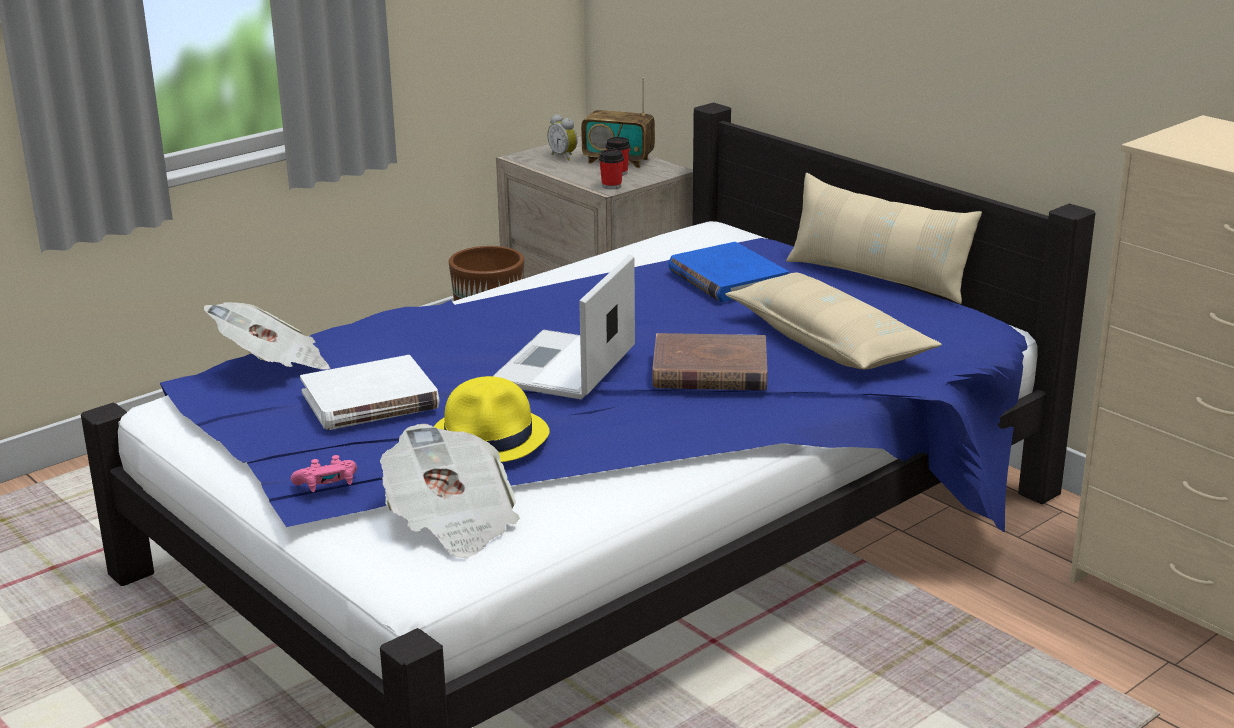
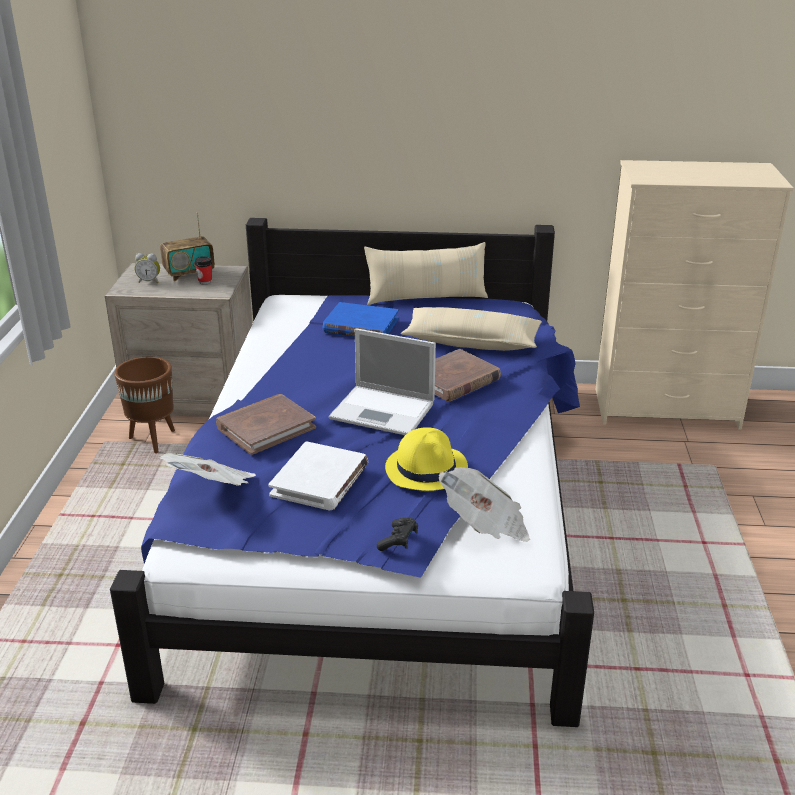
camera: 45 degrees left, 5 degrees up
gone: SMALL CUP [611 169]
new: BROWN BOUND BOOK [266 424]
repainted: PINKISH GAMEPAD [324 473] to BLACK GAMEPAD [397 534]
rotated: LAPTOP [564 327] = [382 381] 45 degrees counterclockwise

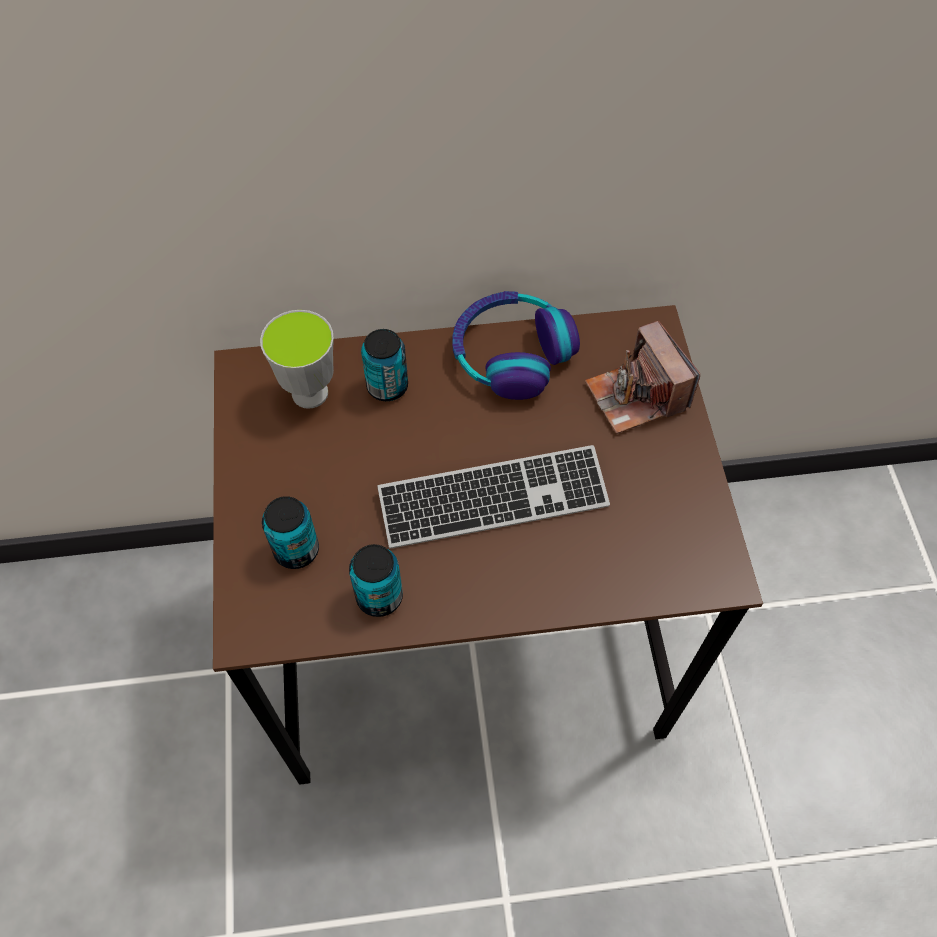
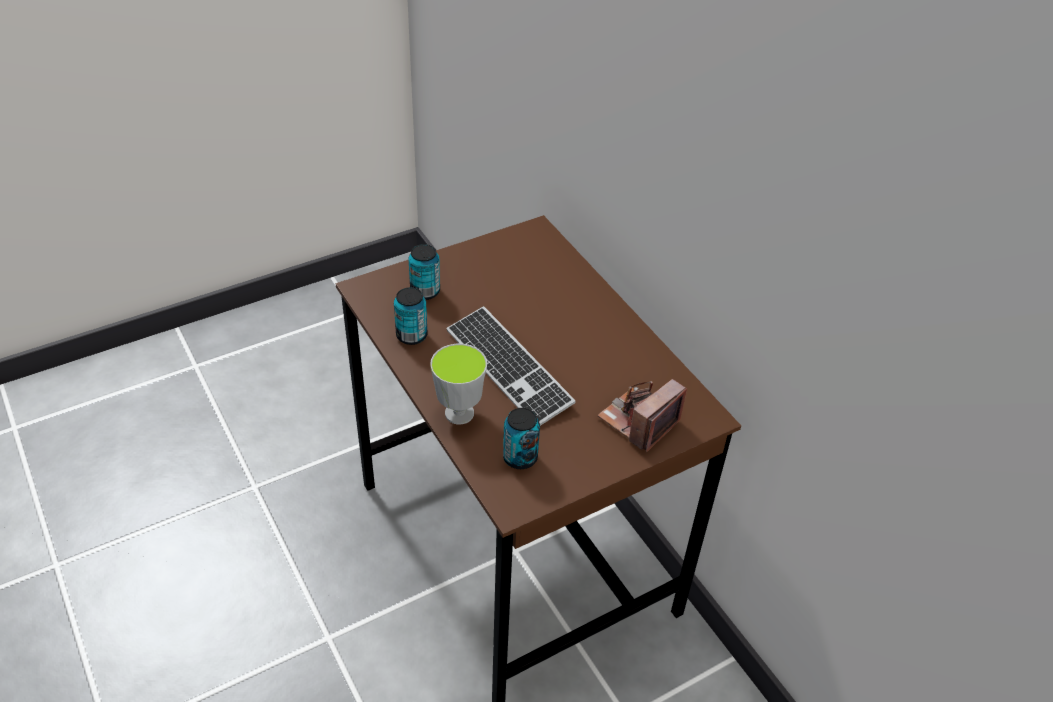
camera: 65 degrees right, 15 degrees down
gone: PAIR OF HEADPHONES [516 345]
shifted: SMALL CUP [297 359] to [458 384]; CAN [384 365] to [521 438]

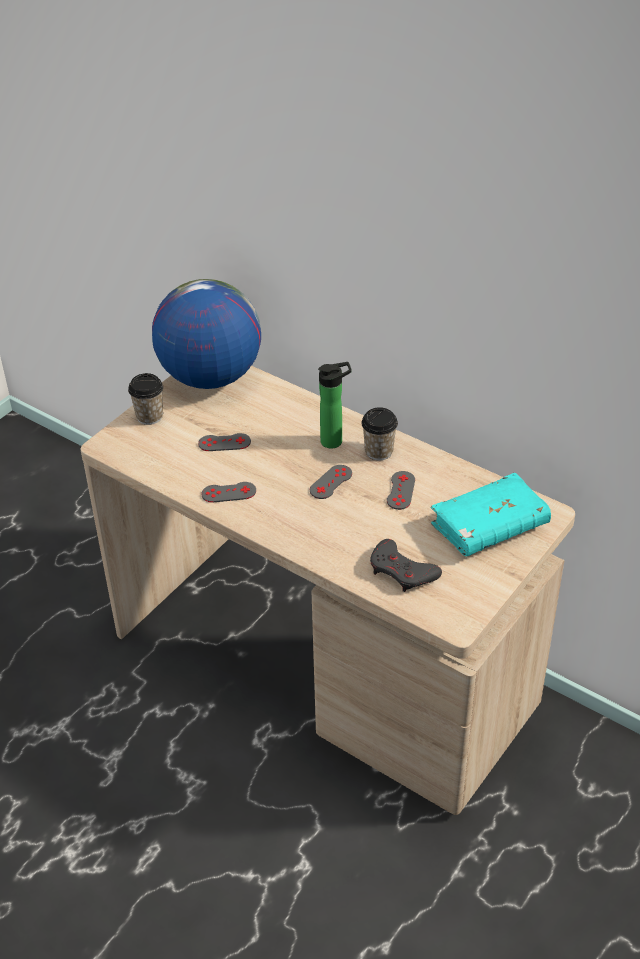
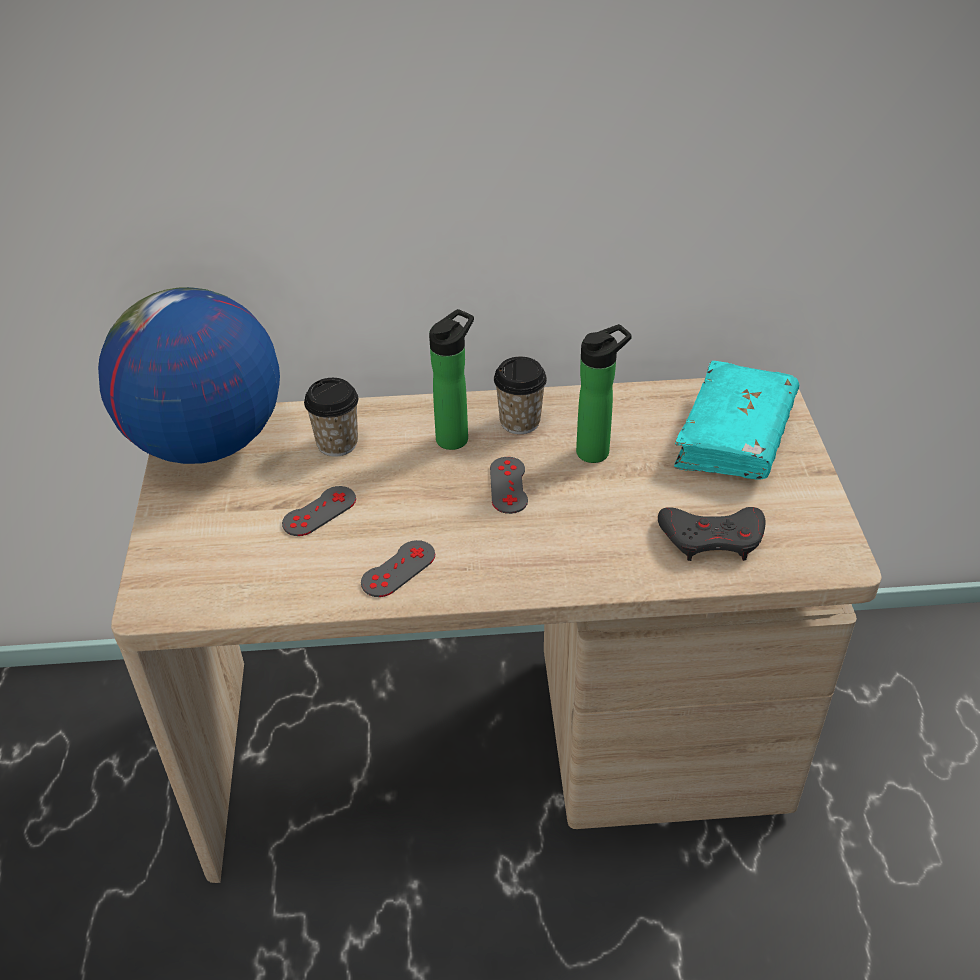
camera: 40 degrees left, 0 degrees up
shifted: SMALL CUP [145 399] to [331 417]
swapped: GREYISH GAMEPAD [401 490] to DRINK BOTTLE [604 393]

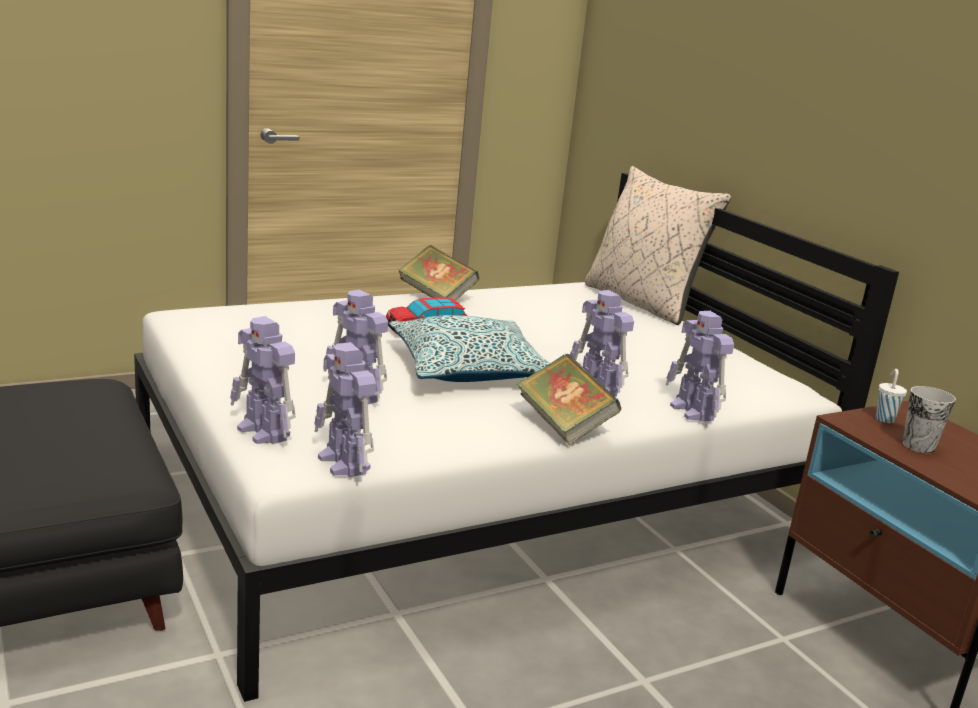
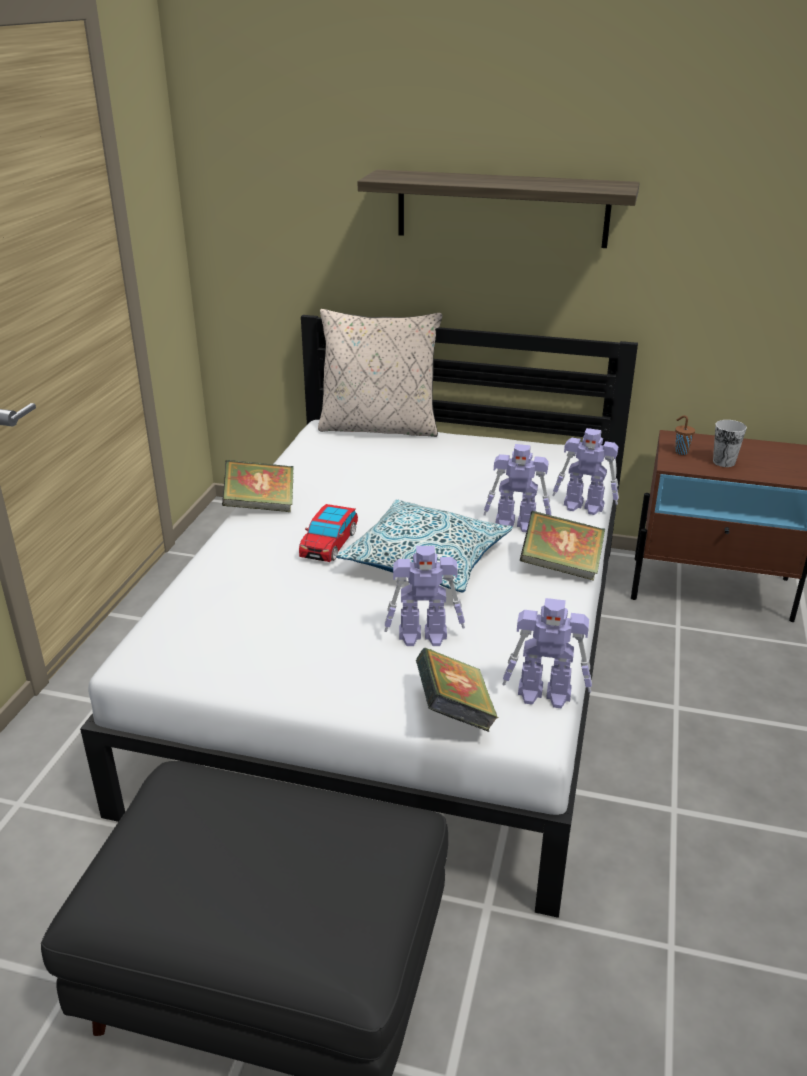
camera: 45 degrees left, 10 degrees up
new: BRACKET SHELF [499 209]
swapped: TOY ROBOT [263 380] to BOUND BOOK [457 690]
repainted: WHITISH SMALL CUP [891 396] to BROWN SMALL CUP [685 435]

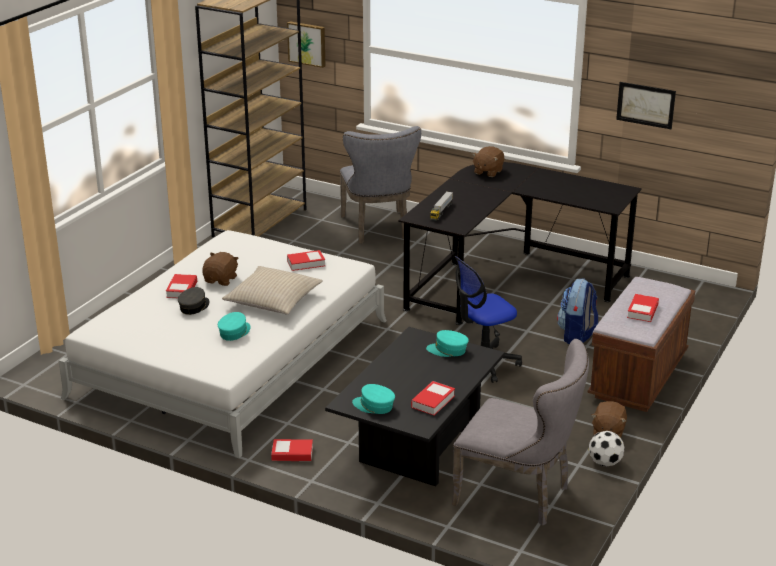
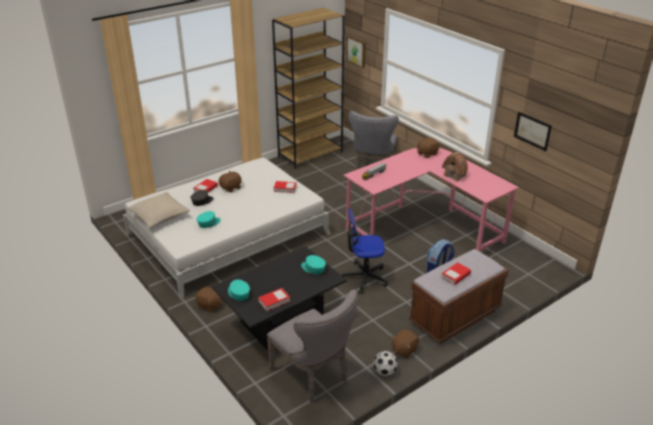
camera: 25 degrees right, 5 degrees up
new: TOY HOUSE [455 167]
shifted: SAND-COLOURED PILLOW [272 290] to [158 210]
swapped: BOUND BOOK [292 450] to BROWN SOFT TOY [208 299]
repainted: BLACK DESK TABLE [520 243] to PINKISH DESK TABLE [431 200]

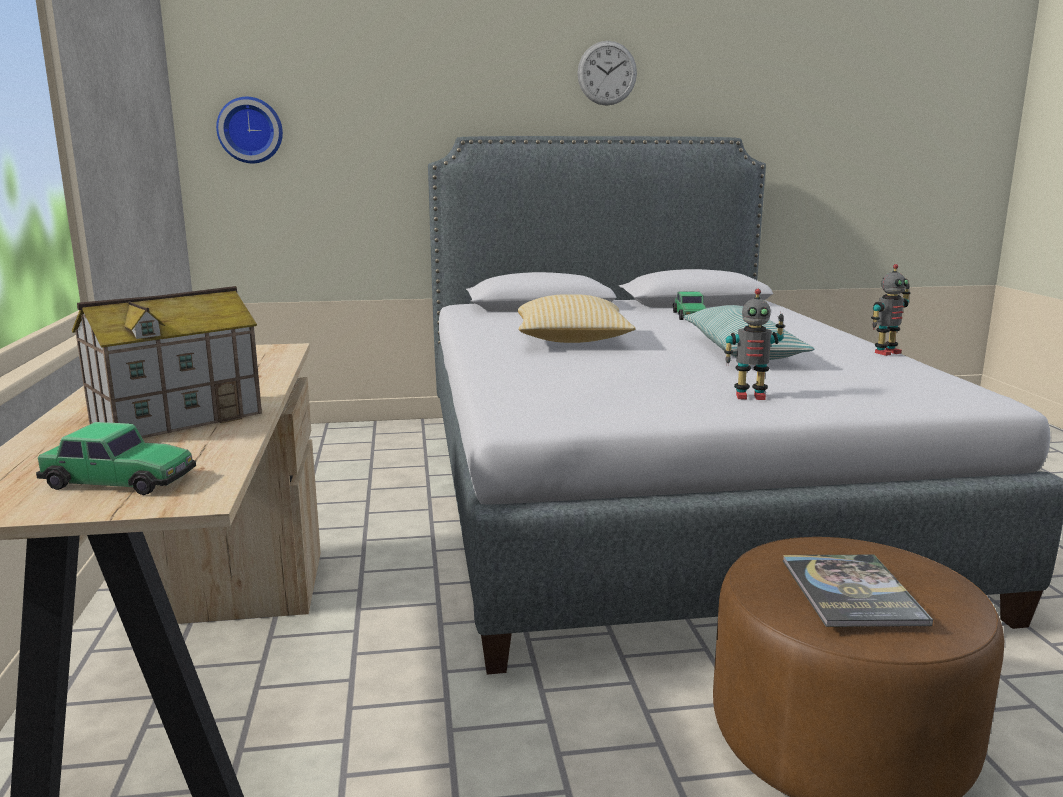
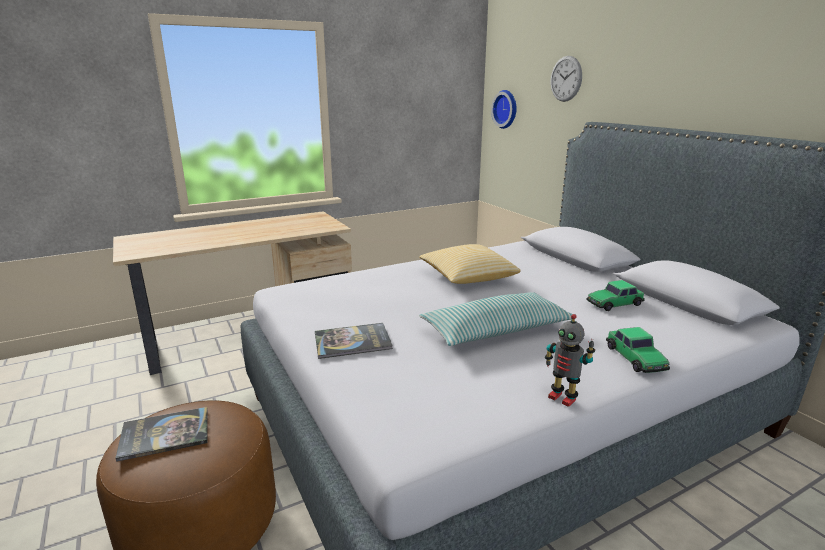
camera: 70 degrees right, 5 degrees up
gone: TOY HOUSE [167 362]
shifted: MINIATURE CAR [116 458] to [638 350]; CLOCK ON THE WALL [607 73] to [566 79]
swapped: TOY ROBOT [754 344] to BOUND BOOK [354 341]

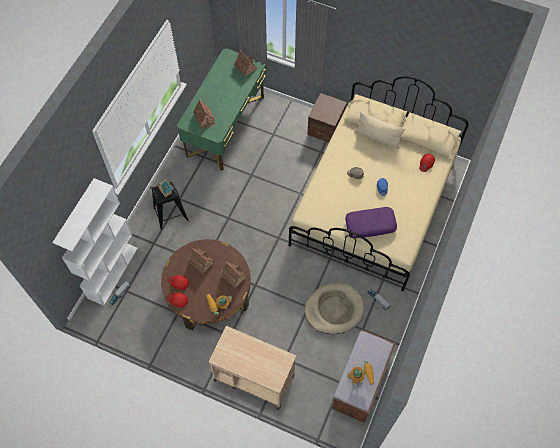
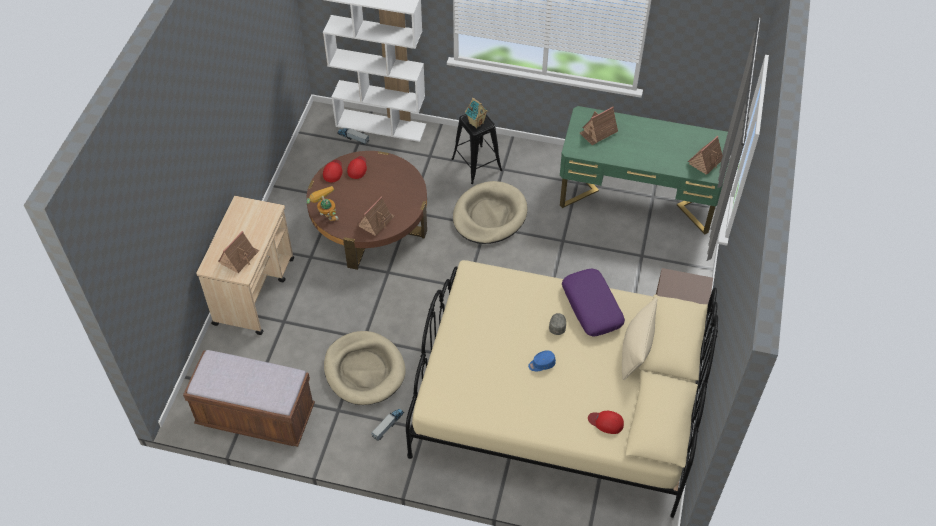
camera: 80 degrees right, 10 degrees down
gone: TOY ROBOT [360 373]
new: SAND-COLOURED DOG BED [490 212]
shifted: TOY HOUSE [200 260] to [238 252]; PURPLISH PILLOW [371 222] to [593 302]

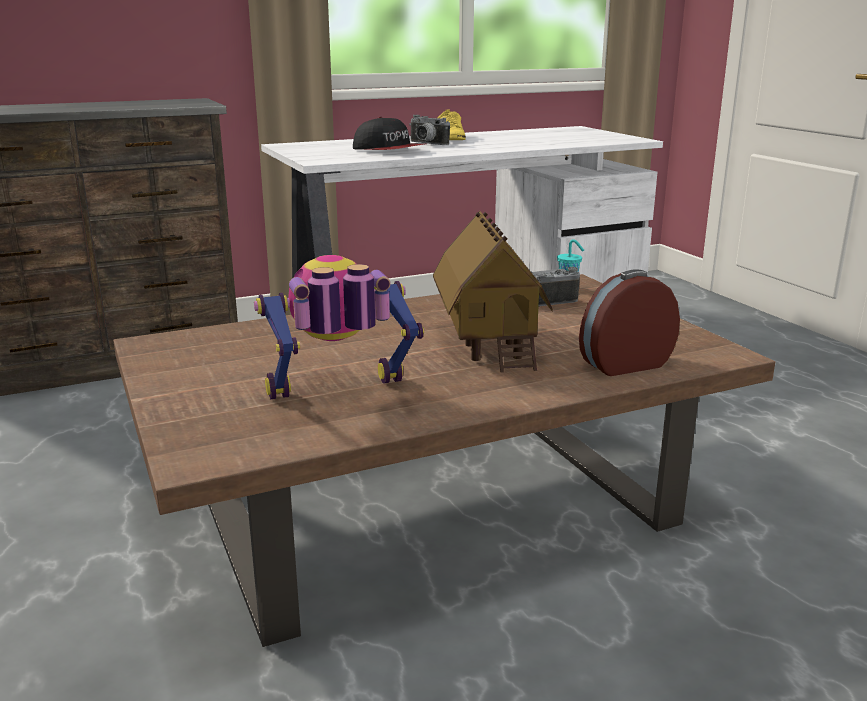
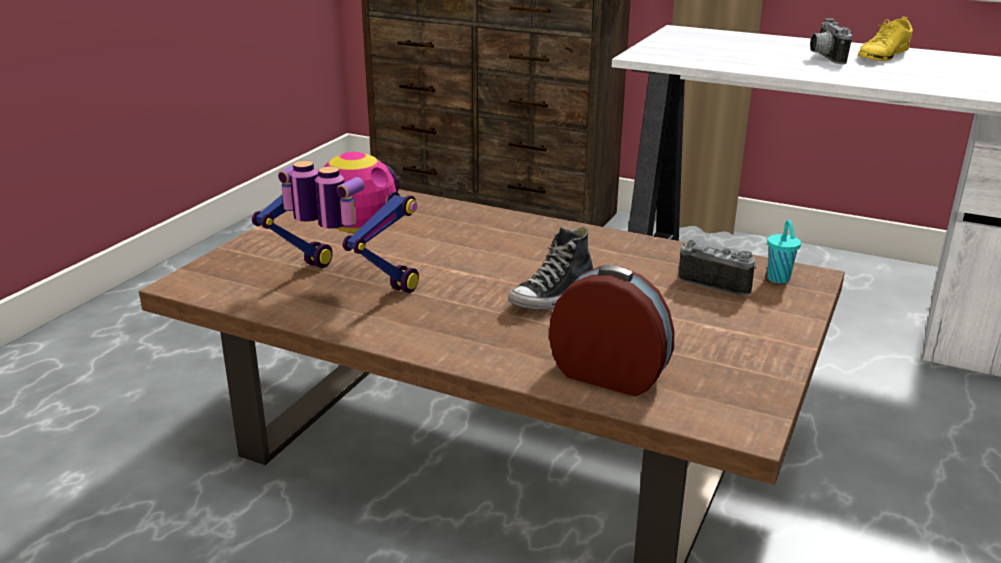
camera: 50 degrees right, 5 degrees up
gone: CAP [388 133]
swapped: TOY HOUSE [493 291] to LOW SHOE [550 268]

